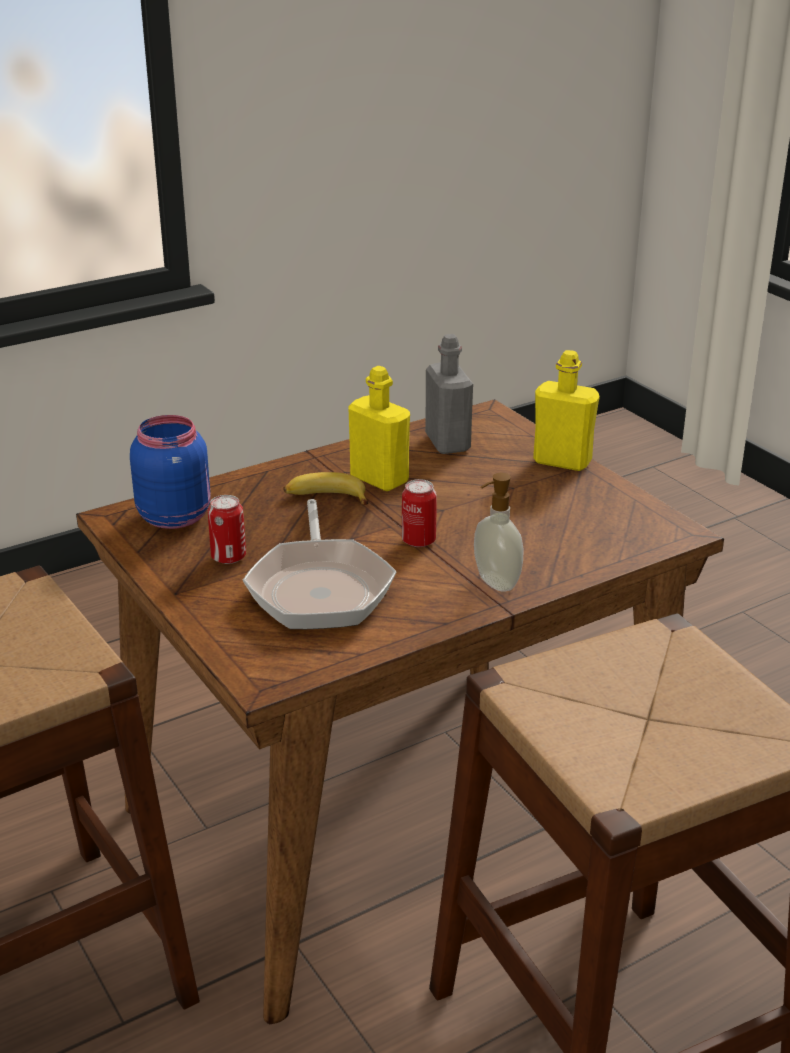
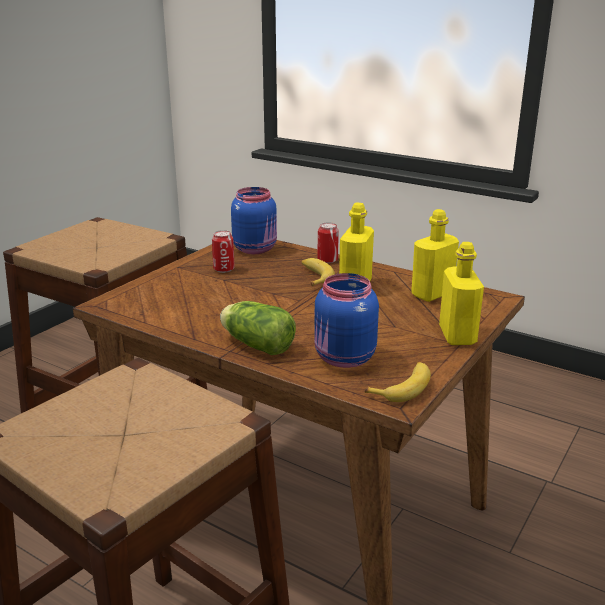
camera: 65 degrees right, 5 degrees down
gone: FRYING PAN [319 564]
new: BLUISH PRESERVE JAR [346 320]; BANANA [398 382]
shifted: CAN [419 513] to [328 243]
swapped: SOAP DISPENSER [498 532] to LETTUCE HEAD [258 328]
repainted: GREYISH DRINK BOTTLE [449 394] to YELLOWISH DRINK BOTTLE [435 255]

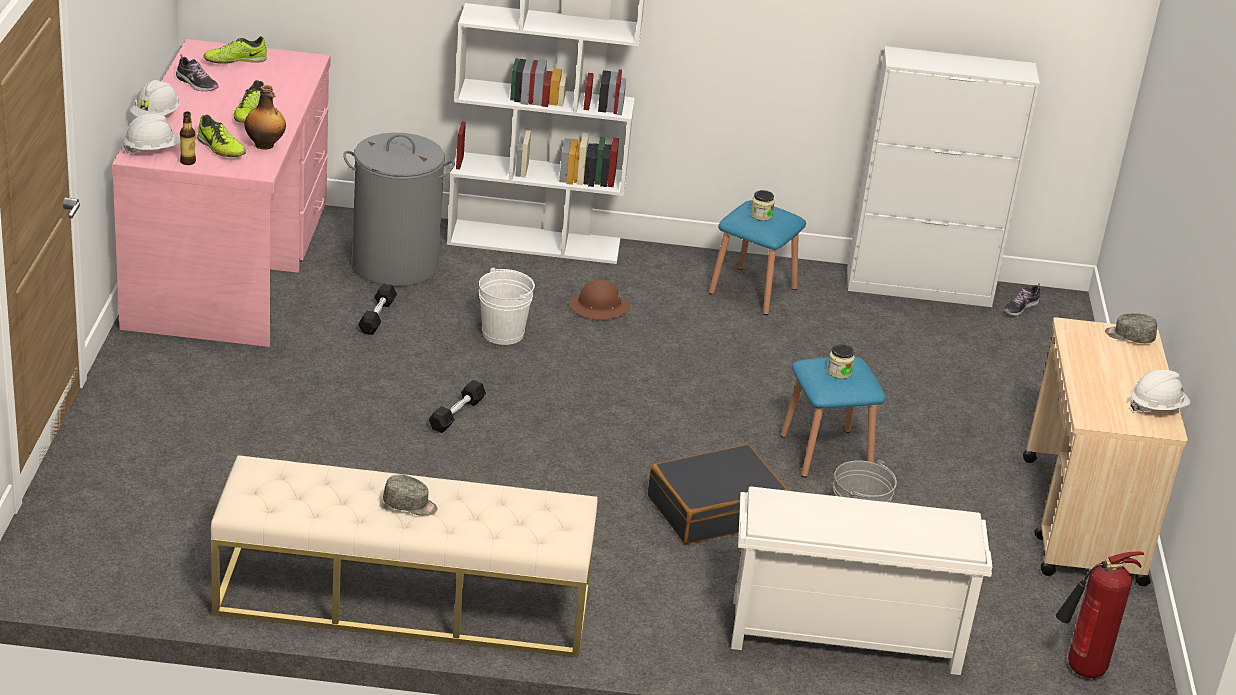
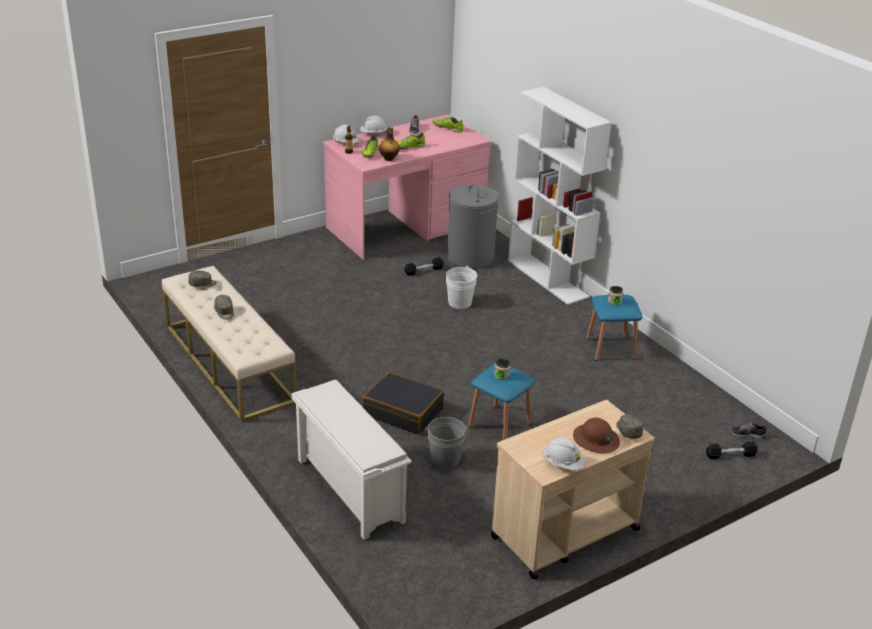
camera: 55 degrees right, 0 degrees up
gone: WHITISH CABINET [943 176]; FIRE EXTINGUISHER [1100 615]
new: GREYISH CAP [203 279]
shifted: BLACK HAND WEIGHT [457 406] to [732 450]; BROWN HARD HAT [599 299] to [596 435]

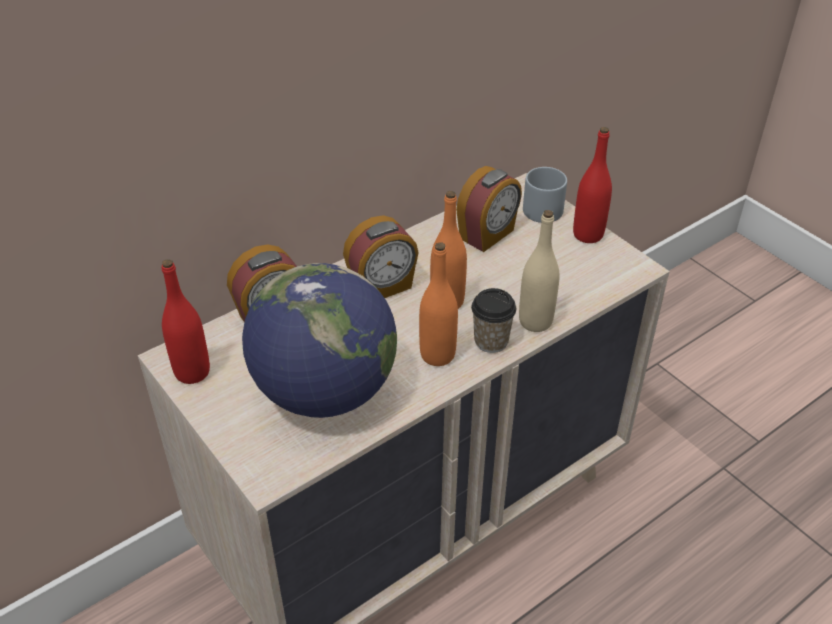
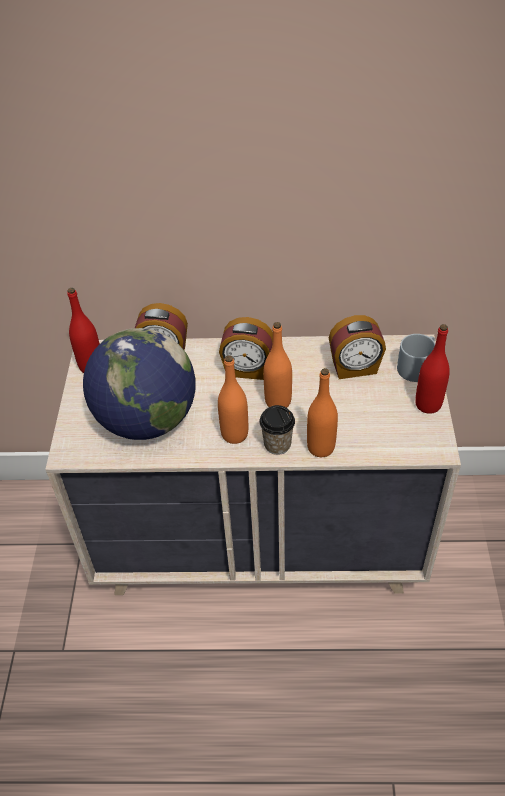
camera: 40 degrees right, 5 degrees up
repainted: SAND-COLOURED DRINK BOTTLE [539 271] to ORANGEY DRINK BOTTLE [322 412]

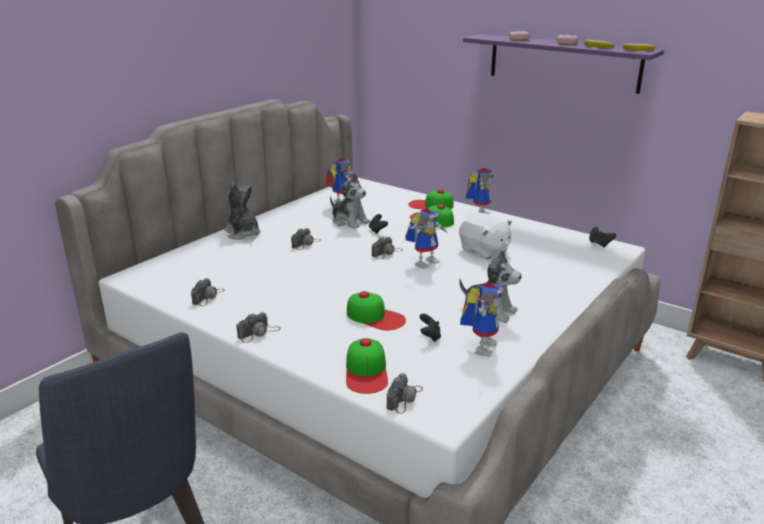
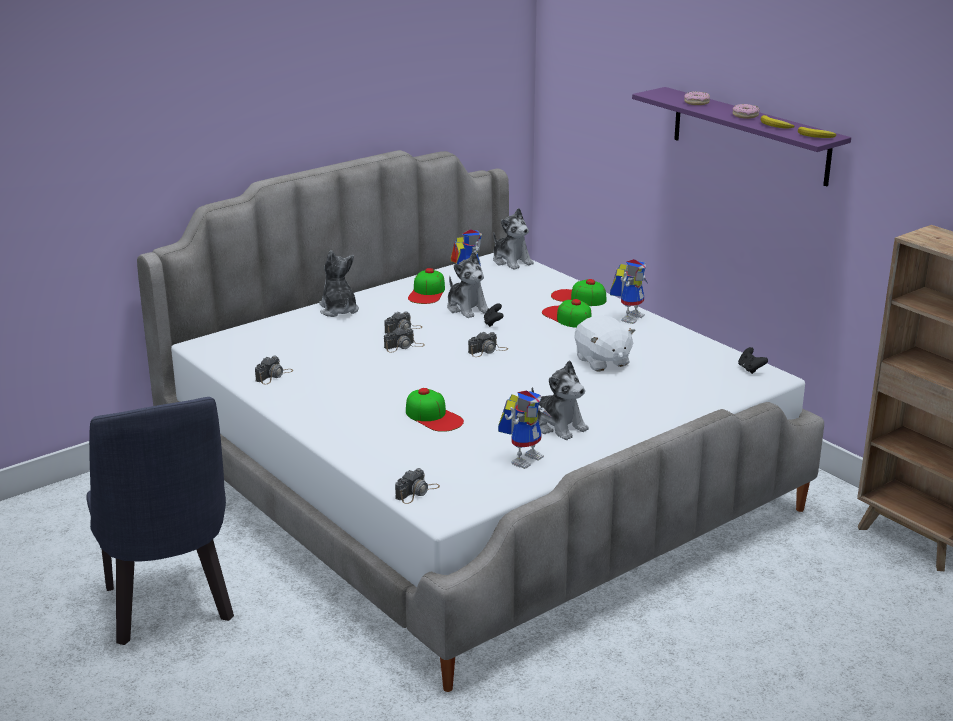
camera: 15 degrees right, 0 degrees up
gone: TOY ROBOT [426 239]; BLACK GAMEPAD [430 327]
new: SOFT TOY [513 239]
shifted: STILL CAMERA [258 327] to [404 340]; CAP [367 366] to [426 286]

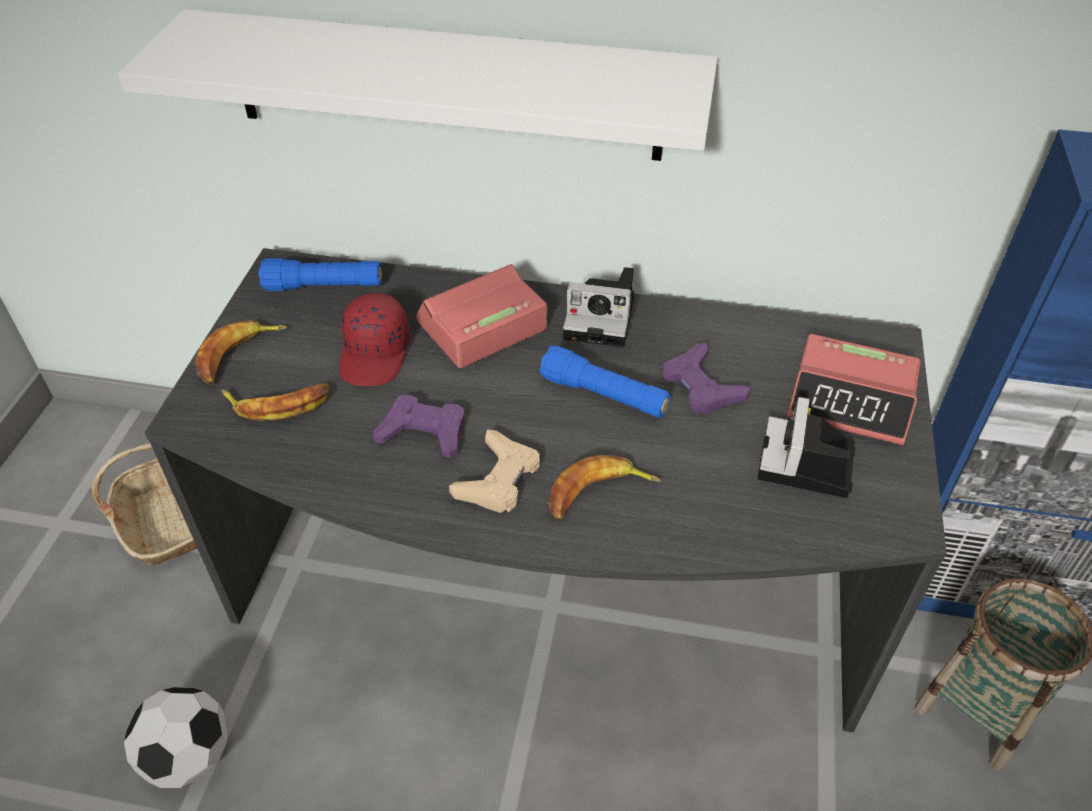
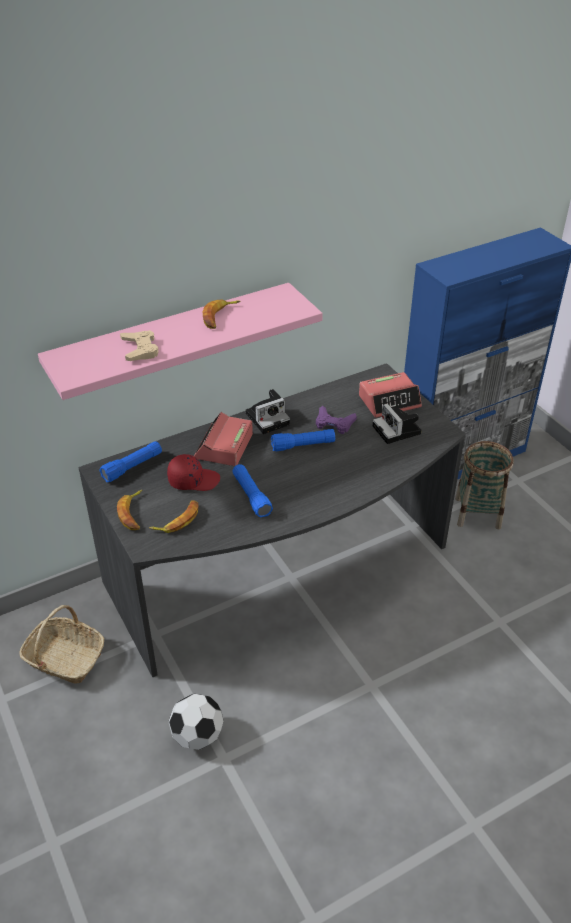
camera: 40 degrees left, 5 degrees down
shifted: SAND-COLOURED GAMEPAD [494 471] to [139 345]; BANANA [604 488] to [221 314]
swapped: PURPLISH GAMEPAD [418 426] to BLUISH TORCH [252 490]
repainted: WHITISH BRACKET SHELF [418 85] to PINKISH BRACKET SHELF [180 341]
rotated: REDDISH CAP [374 339] = [193 472] 60 degrees counterclockwise

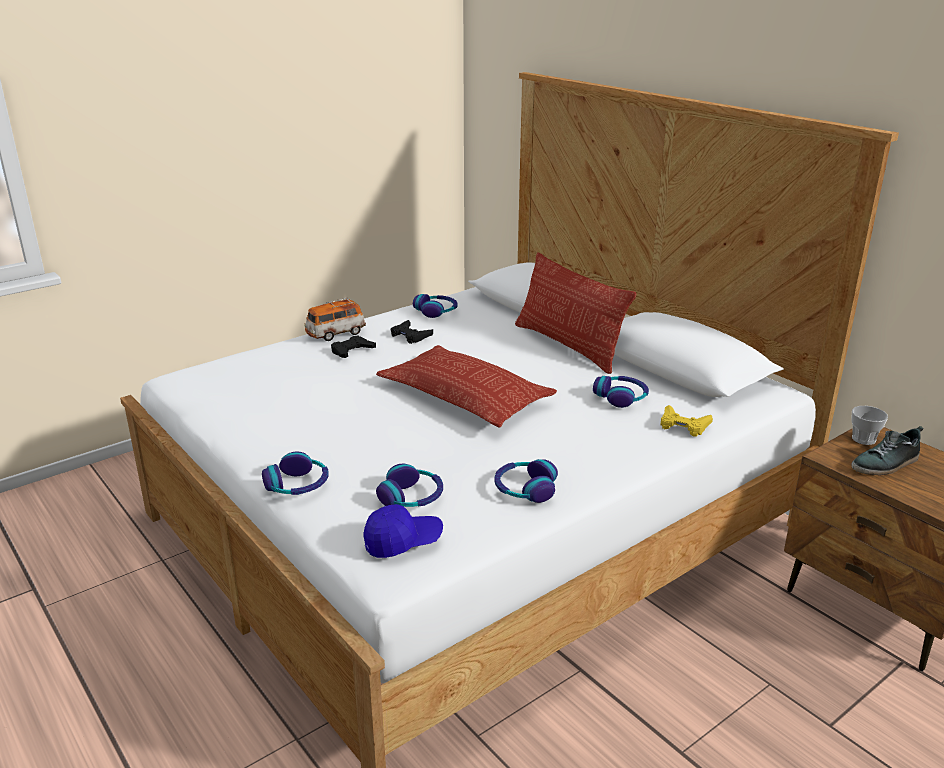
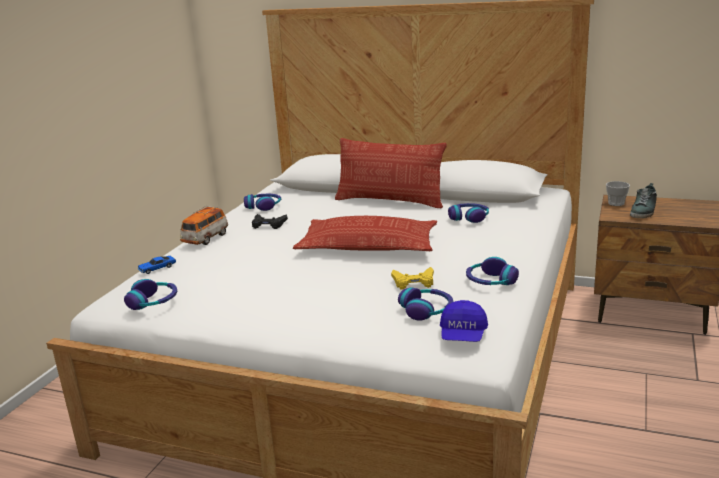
camera: 30 degrees left, 5 degrees down
gone: BLACK GAMEPAD [353 347]
new: MINIATURE CAR [157 265]
shifted: PAIR OF HEADPHONES [295 473] to [150 294]; YELLOWISH GAMEPAD [686 421] to [412 278]
rotated: BLUISH CAP [403 531] = [464 321] 150 degrees clockwise

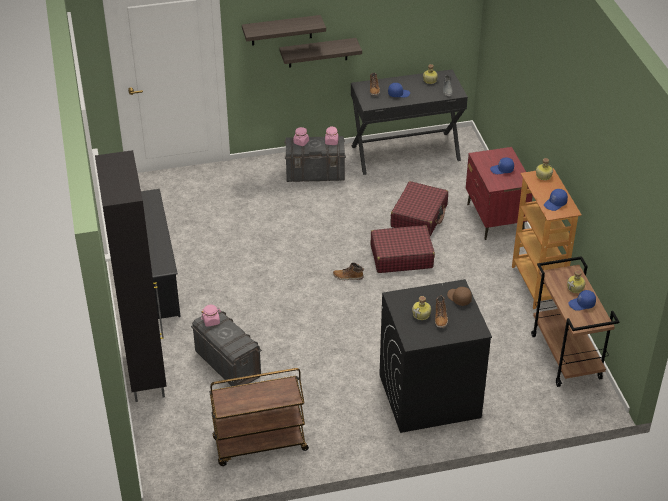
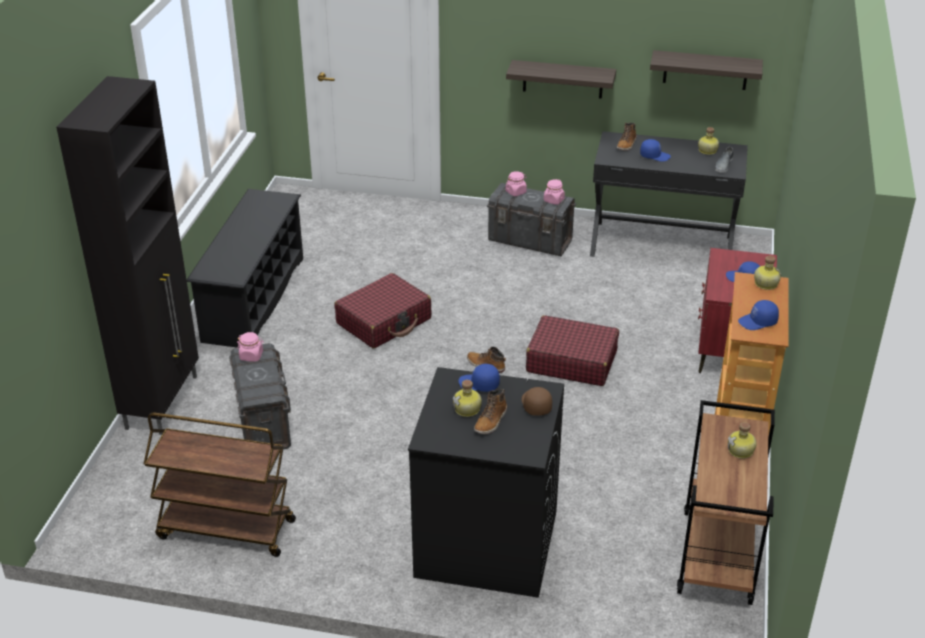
camera: 25 degrees right, 5 degrees down
shifted: BRACKET SHELF [284 30] to [706 70]; REDDISH SUITCASE [419 208] to [382 310]; BLUISH CAP [582 300] to [479 378]

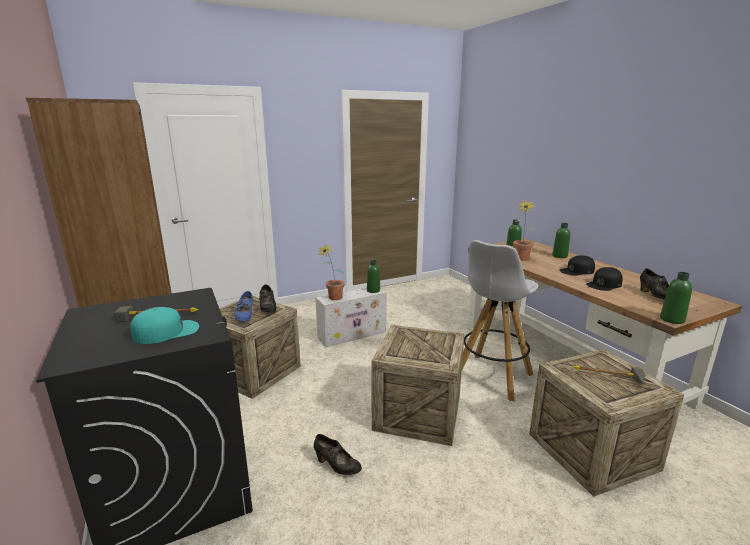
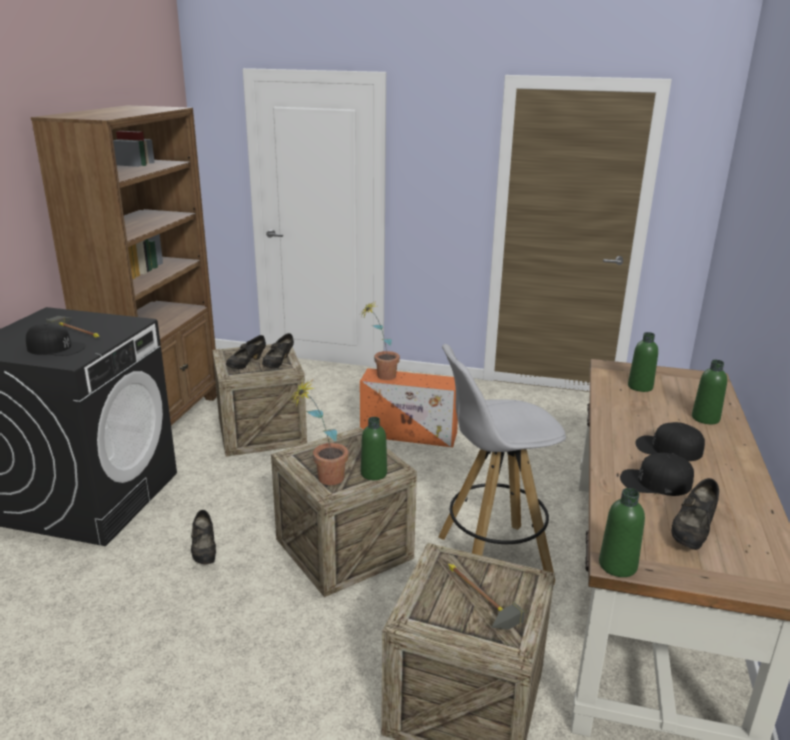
camera: 40 degrees right, 5 degrees up
shifted: GREENISH DRINK BOTTLE [373 276] to [374 448]; HOUSEPLANT [525 230] to [319 433]
repainted: TURQUOISE-COLOURED CAP [164 325] to BLACK CAP [55 339]; BLUISH LOW SHOE [243 306] to BLACK LOW SHOE [246 352]; WHITISH STORAGE BIN [351 317] to ORANGEY STORAGE BIN [409 407]

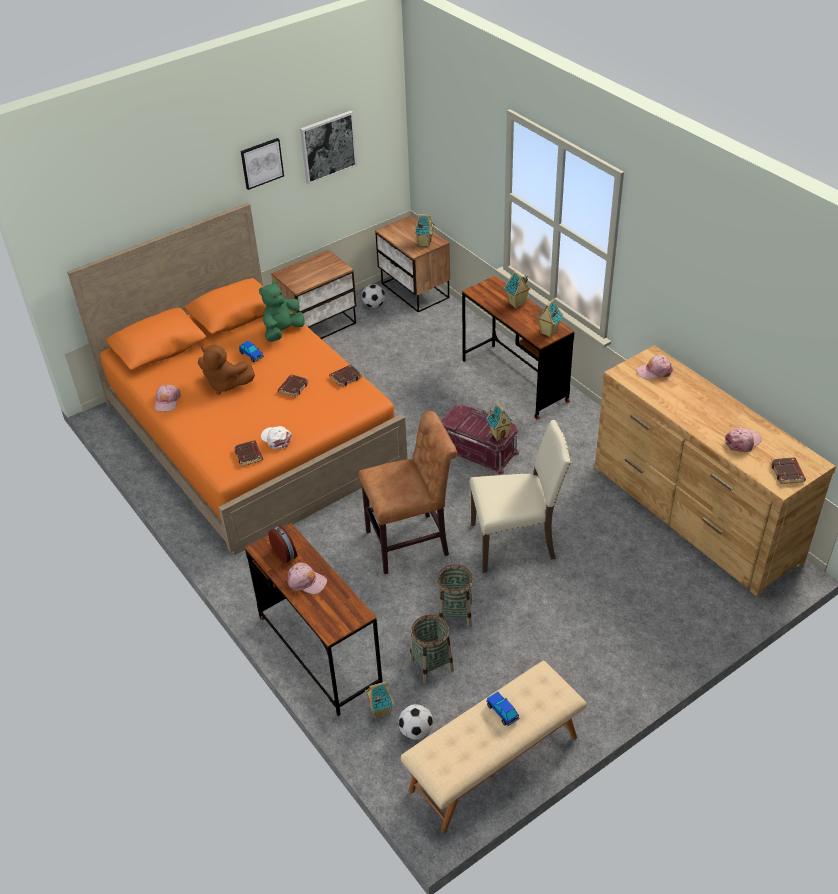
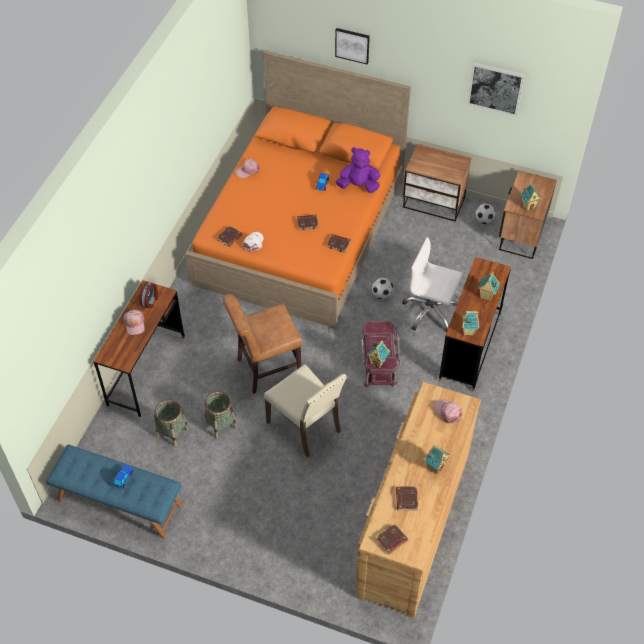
camera: 55 degrees right, 10 degrees up
gone: BROWN SOFT TOY [226 370]
new: WHITISH OFFICE CHAIR [432 285]
shifted: WALL ART [262 164] to [352 46]; TOY HOUSE [379 700] to [437 459]; FOOTBALL BALL [416 722] to [382 288]
swapped: PINKISH CAP [743 440] to BROWN BOUND BOOK [407 498]
repainted: GREENISH SOFT TOY [282 311] to PURPLISH SOFT TOY [358 170]; SAND-COLOURED BENCH [494 747] to BLUISH BENCH [114 491]
rotated: BROWN CHAIR [408 492] = [262 344] 120 degrees clockwise

